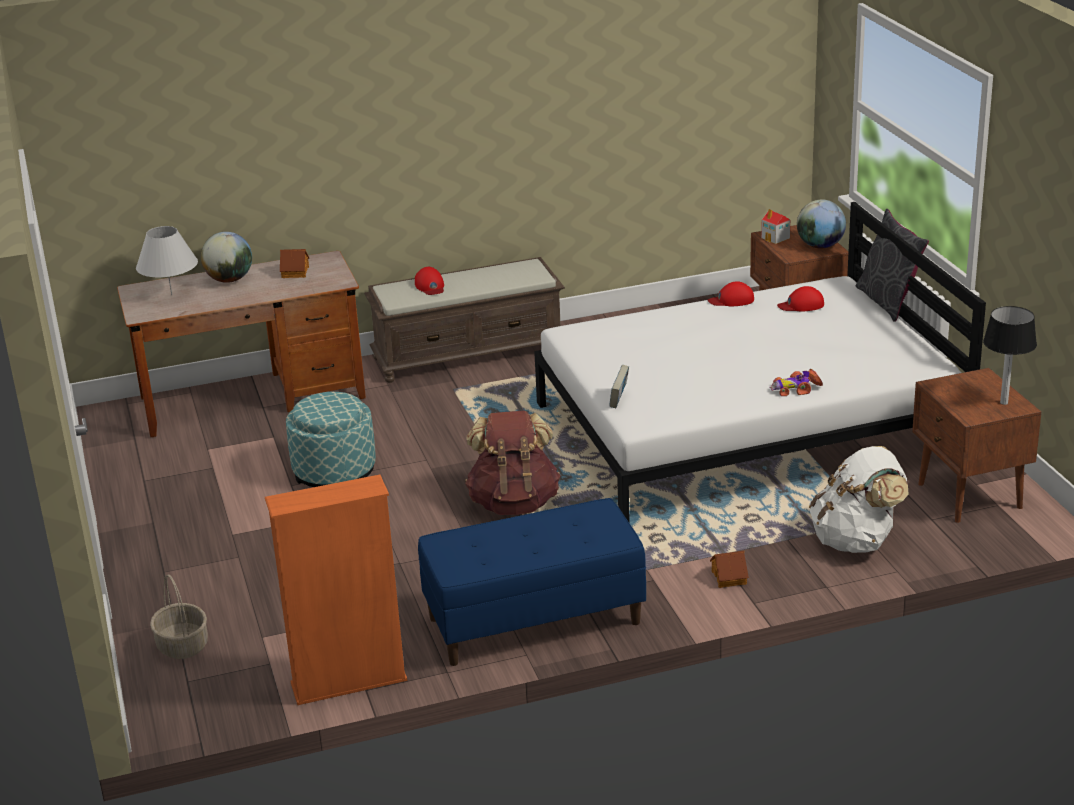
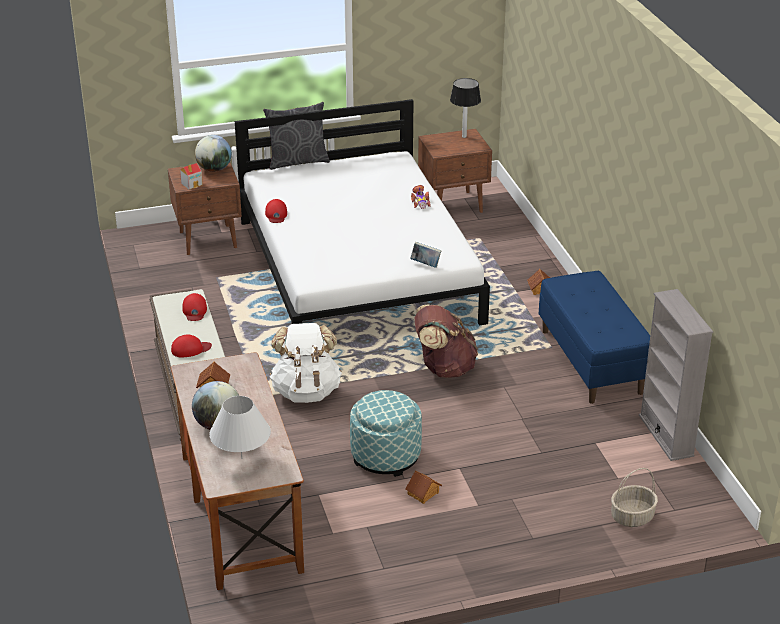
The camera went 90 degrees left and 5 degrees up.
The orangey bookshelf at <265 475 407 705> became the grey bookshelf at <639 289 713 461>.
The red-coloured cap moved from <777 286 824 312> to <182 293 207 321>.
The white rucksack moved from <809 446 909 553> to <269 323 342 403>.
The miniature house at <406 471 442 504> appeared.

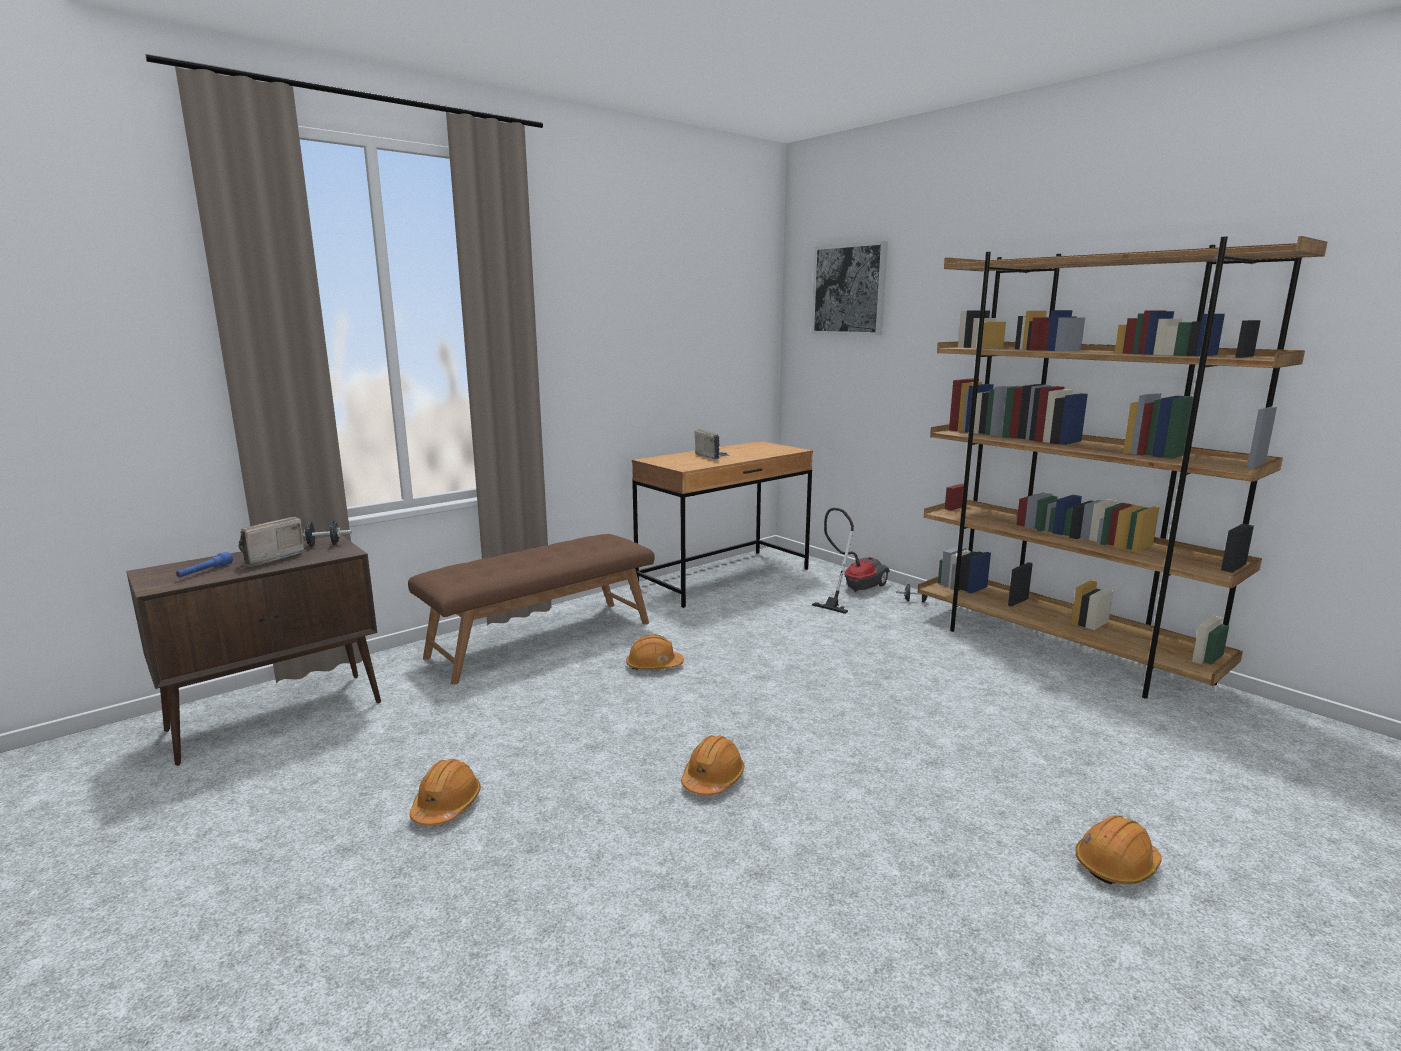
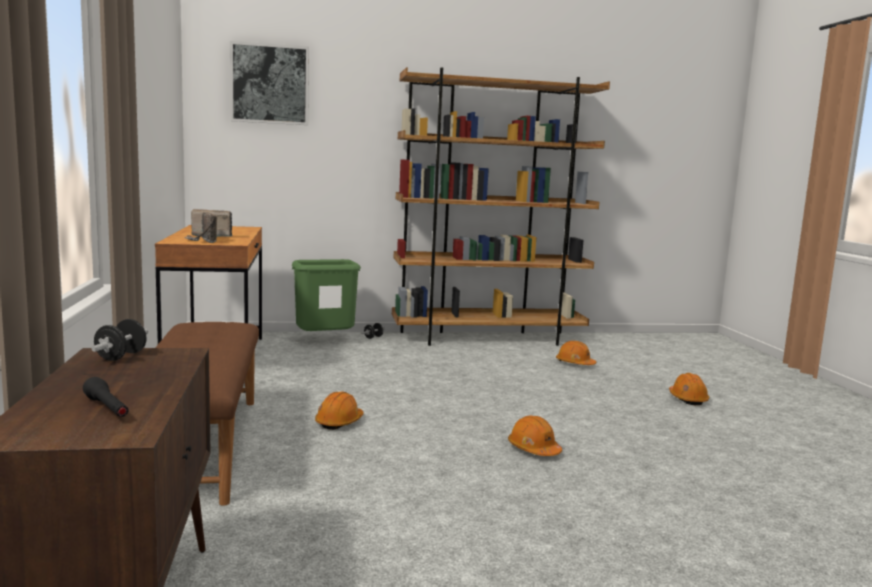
The camera went 60 degrees left and 5 degrees down.
The blue-coloured hand torch at <176 552 233 578> became the black-coloured hand torch at <83 377 129 417>.
The radio moved from <239 516 306 567> to <185 212 217 243>.
The orangey work helmet moved from <410 759 481 826> to <556 341 596 365>.
The hoover at <812 508 890 614> was replaced by the green-coloured rubbish bin at <292 259 361 331>.

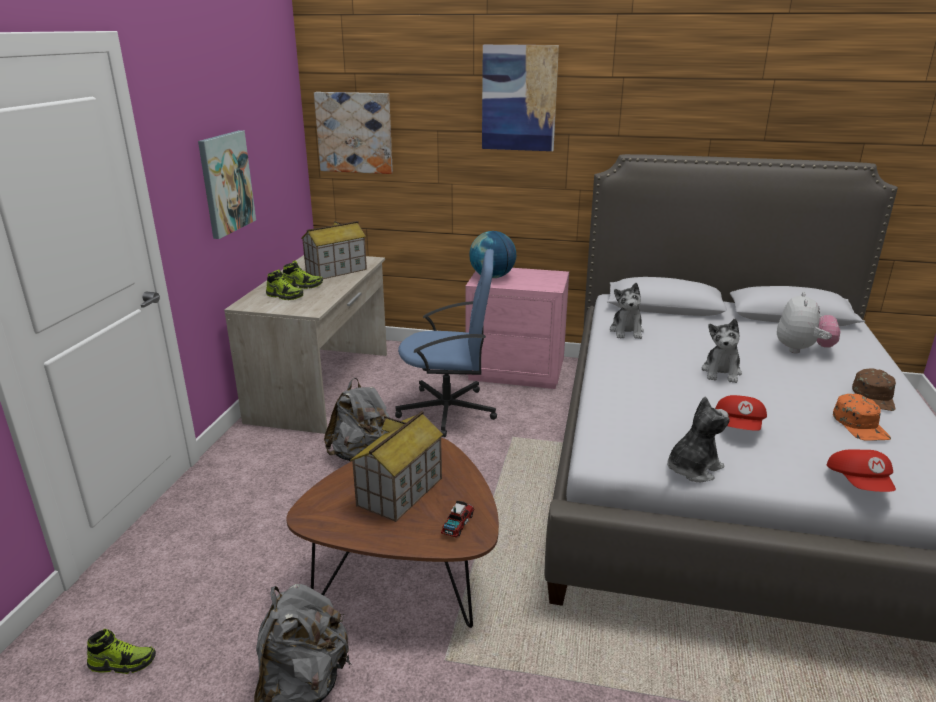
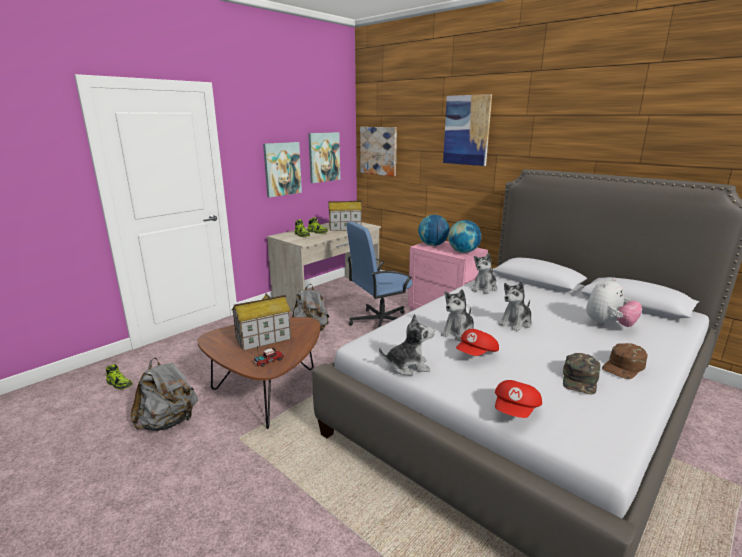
The camera went 30 degrees right and 5 degrees down.
The blue-coloured office chair at <395 249 497 437> turned 120 degrees clockwise.
The orangey cap at <833 394 891 441> became the green-coloured cap at <563 353 600 395>.
The wall picture at <308 132 340 183> appeared.
The plush toy at <441 289 474 342> appeared.
The globe at <448 220 482 253> appeared.

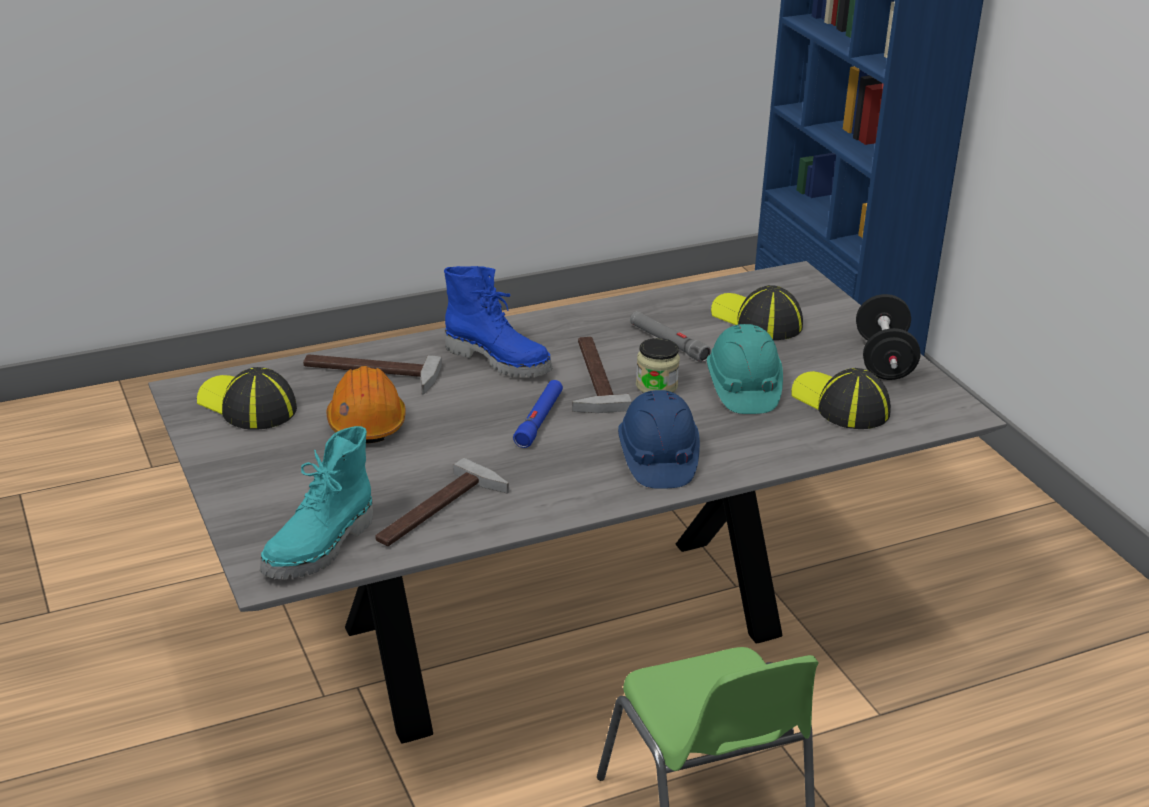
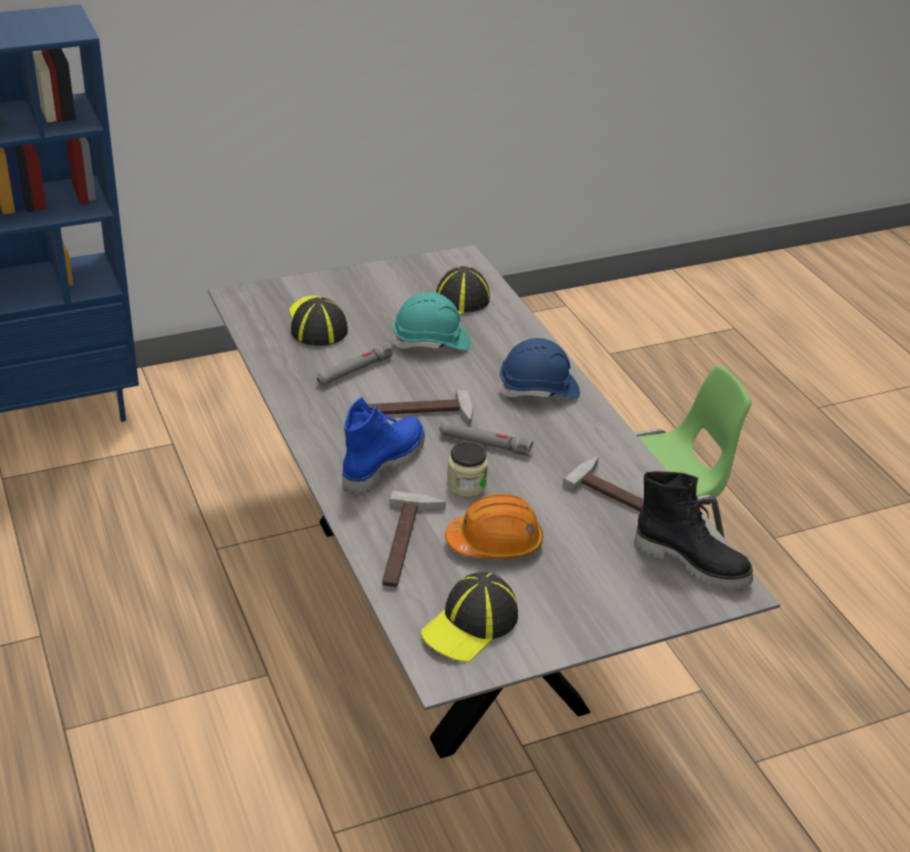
The camera went 90 degrees left and 5 degrees up.
The blue-green tall boot at <260 426 373 579> became the black-coloured tall boot at <634 471 753 589>.
The blue-coloured hand torch at <513 380 563 448> became the grey hand torch at <439 421 533 456>.
The storage jar moved from <636 338 680 393> to <447 442 488 497>.
The cap at <711 285 803 340> turned 120 degrees clockwise.
The black-coloured hand weight at <856 294 921 380> disappeared.

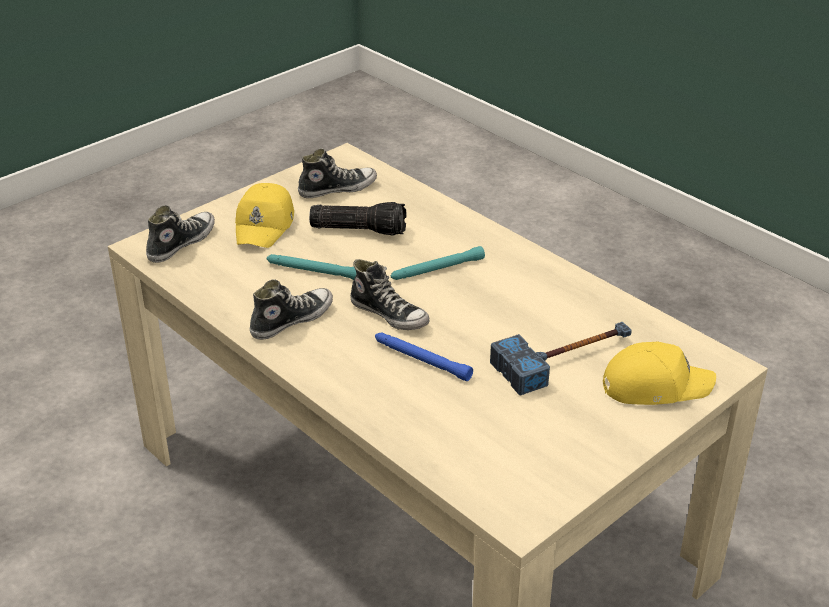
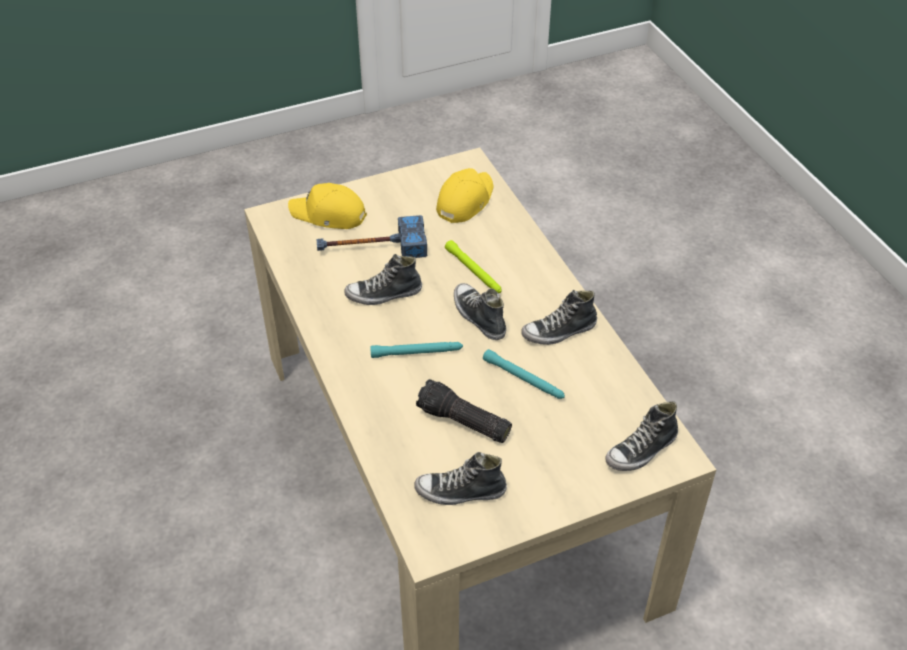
The camera went 160 degrees left and 10 degrees up.
The yellow-coloured cap moved from <235 183 294 248> to <436 168 493 223>.
The blue-coloured hand torch at <375 333 473 381> became the green-coloured hand torch at <445 240 502 293>.
The shoe at <344 254 422 305> appeared.

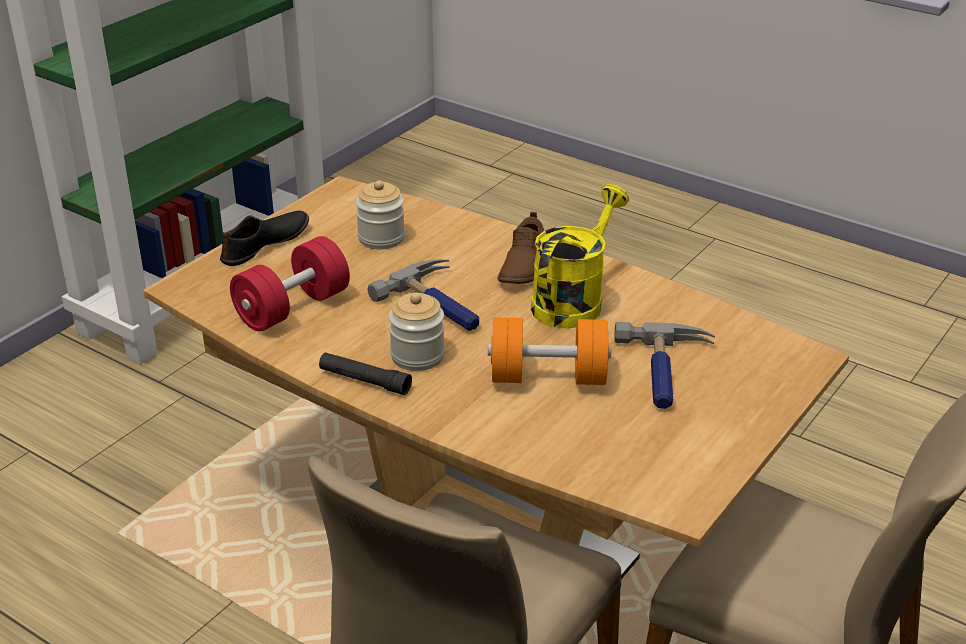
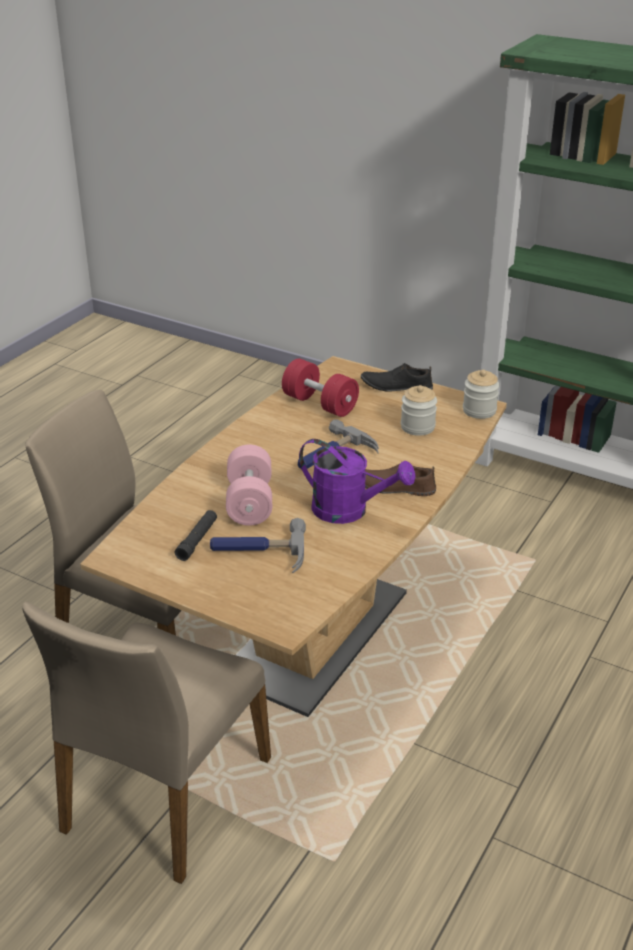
The camera went 85 degrees right and 0 degrees up.
The black-coloured shoe at <220 211 309 266> turned 150 degrees clockwise.
The black-coloured hand torch moved from <319 352 412 395> to <175 510 217 561>.
The storage jar moved from <389 293 445 371> to <463 370 500 419>.
The orangey hand weight at <488 317 611 385> became the pinkish hand weight at <226 444 272 526>.
The yellow-coloured watering pot at <531 184 629 329> became the purple-coloured watering pot at <299 439 416 524>.

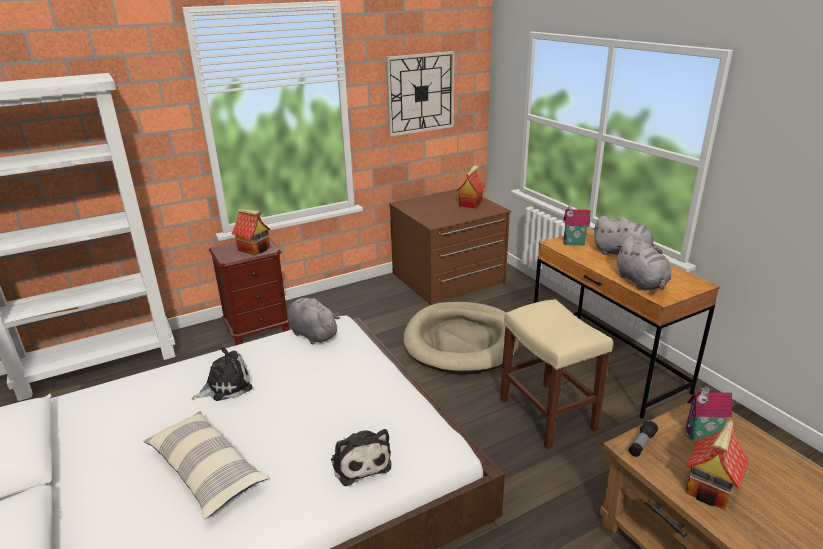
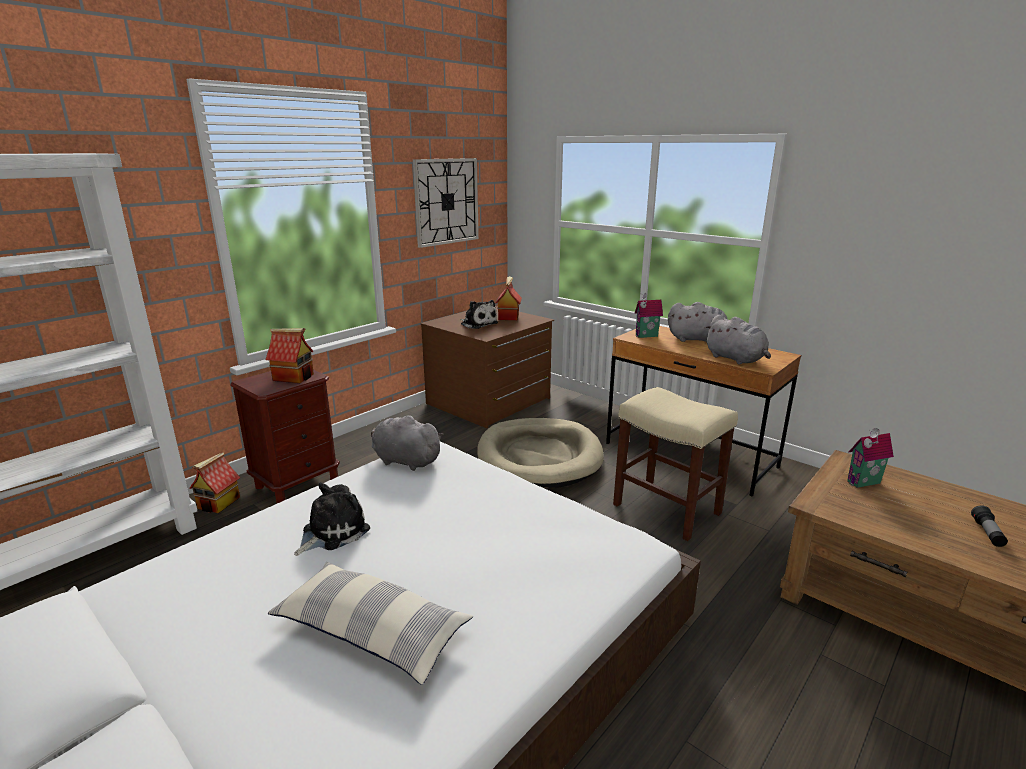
The camera went 20 degrees left and 5 degrees down.
The plush toy moved from <331 429 392 486> to <460 300 498 329>.
The hand torch moved from <629 420 658 457> to <971 506 1008 547>.
The miniature house moved from <685 420 749 510> to <189 452 240 513>.

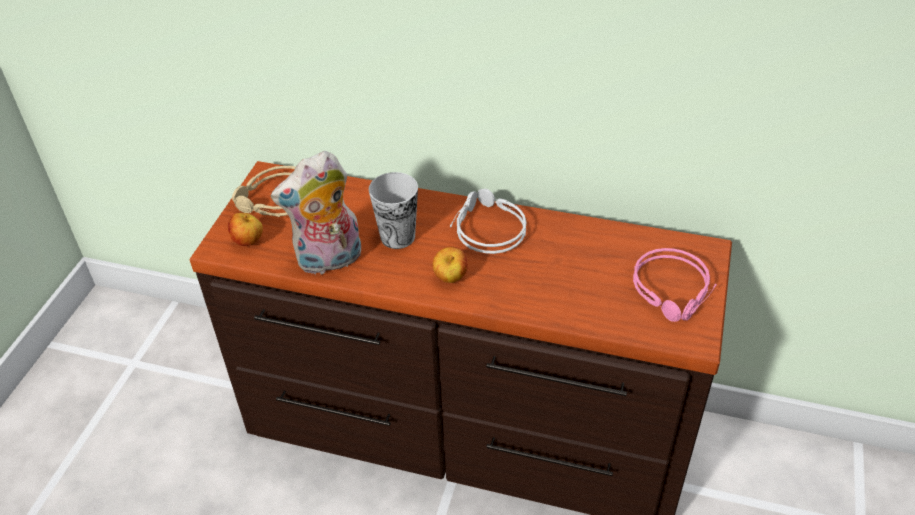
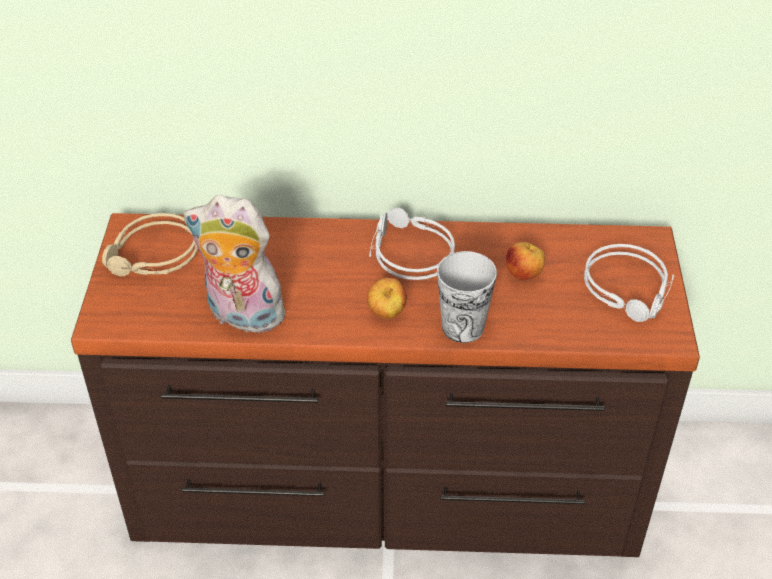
The camera went 15 degrees left and 0 degrees up.
The whole apple moved from <228 213 263 246> to <506 242 545 280>.
The plush toy at <271 151 361 276> turned 60 degrees clockwise.
The small cup moved from <369 172 418 249> to <437 251 497 343>.
The pinkish headphones at <633 248 717 322> became the grey headphones at <584 244 674 322>.

